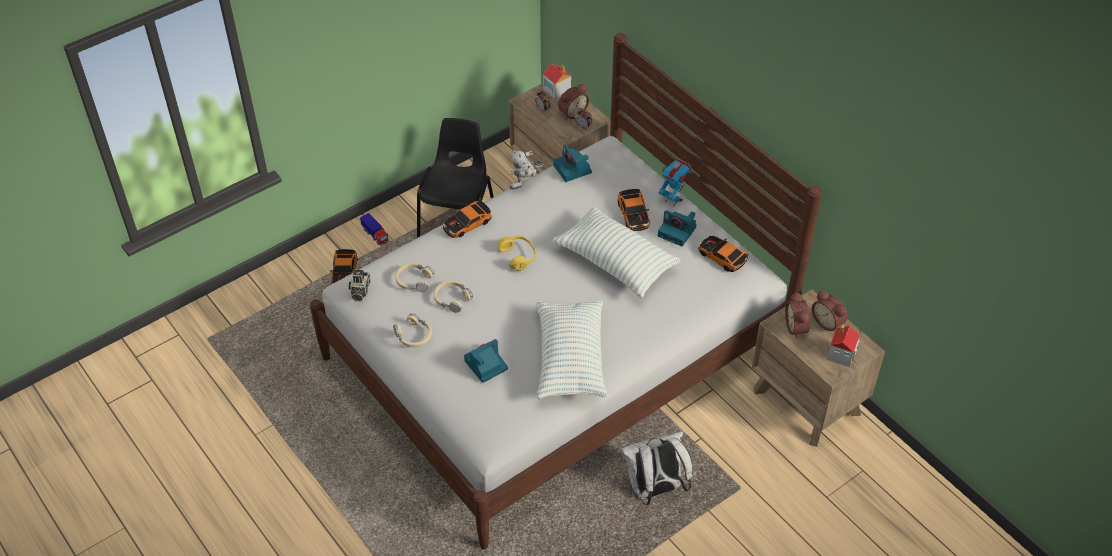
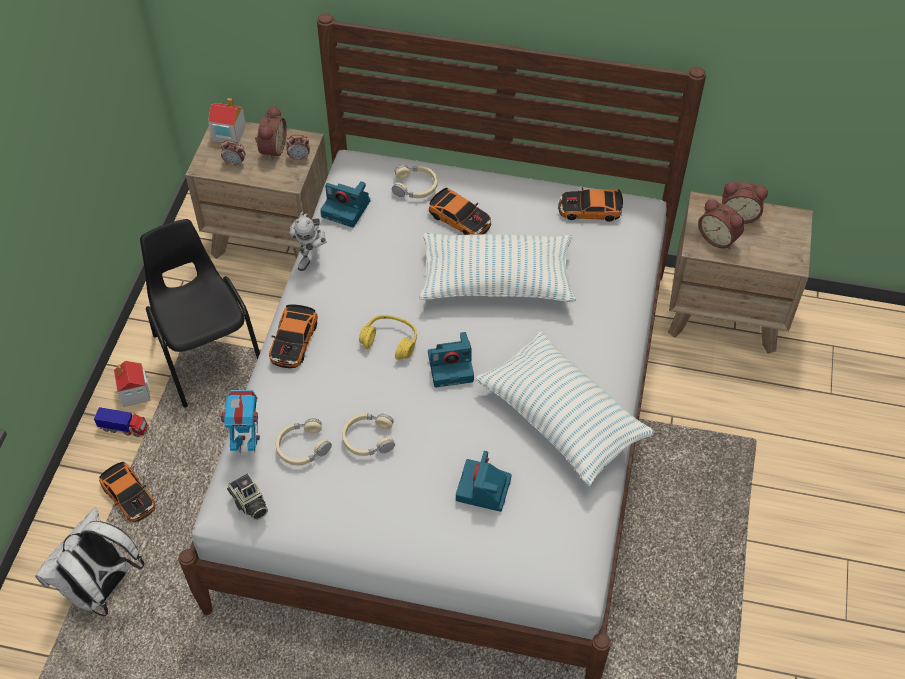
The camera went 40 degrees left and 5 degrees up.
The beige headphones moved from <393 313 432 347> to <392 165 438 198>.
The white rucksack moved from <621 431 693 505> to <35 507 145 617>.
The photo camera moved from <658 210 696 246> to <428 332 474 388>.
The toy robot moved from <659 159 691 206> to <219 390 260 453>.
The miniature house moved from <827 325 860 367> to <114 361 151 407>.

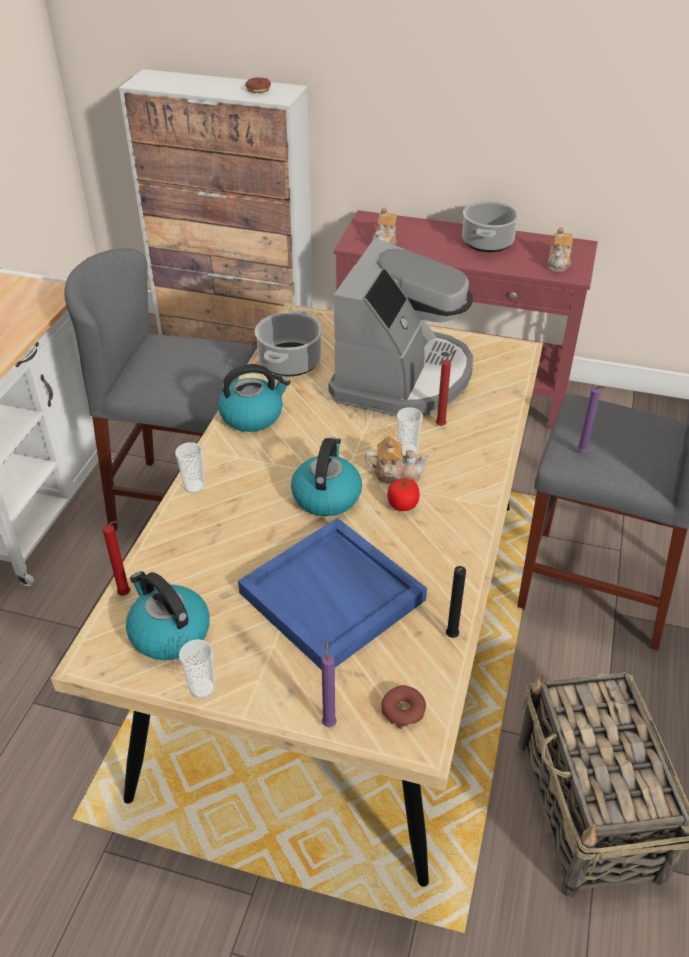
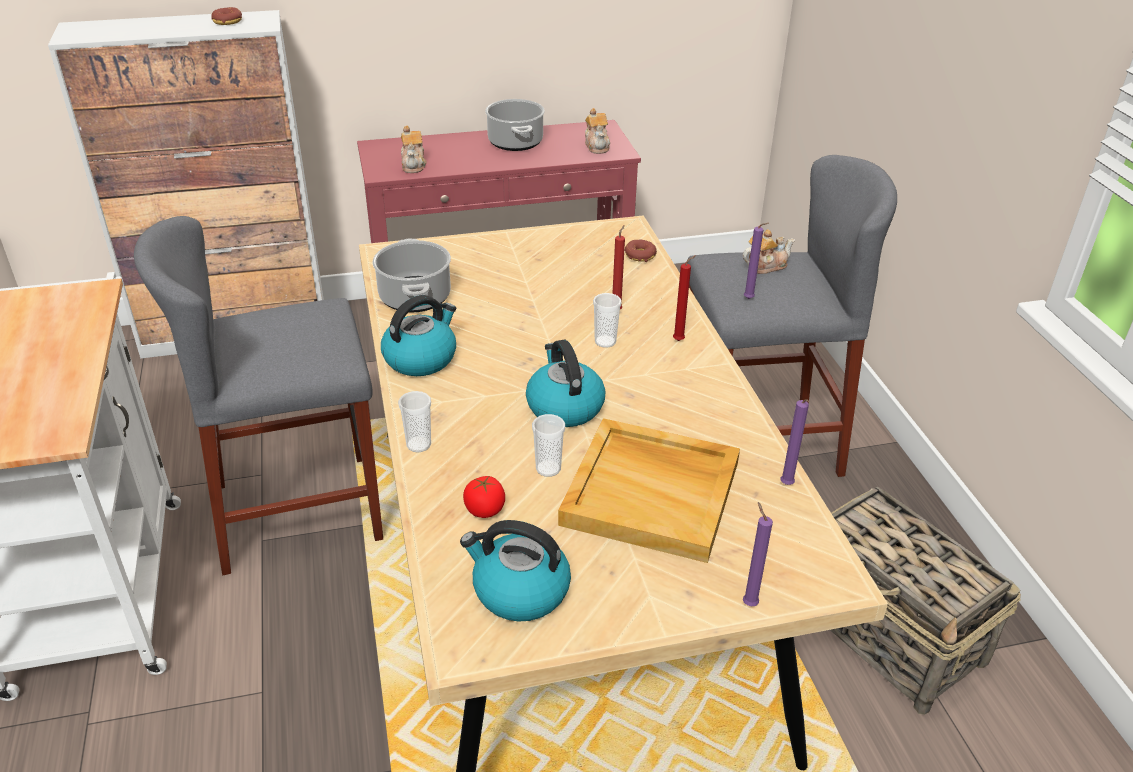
The camera went 30 degrees left and 5 degrees down.
The red-coloured wax light moved from <103 521 130 596> to <673 255 696 341>.
The small cup moved from <179 639 215 699> to <532 414 565 477>.
The blue-coloured serving tray at <238 518 427 670> became the beige serving tray at <558 418 740 563>.
The coffee maker at <328 238 473 416> disappeared.
The tea pot moved from <365 436 429 483> to <742 229 795 274>.
The ring doughnut moved from <381 685 426 729> to <625 240 657 262>.
The whole tomato moved from <387 479 420 511> to <463 476 505 518>.
The black-coloured wax light at <446 566 466 638> became the purple-coloured wax light at <780 399 809 485>.

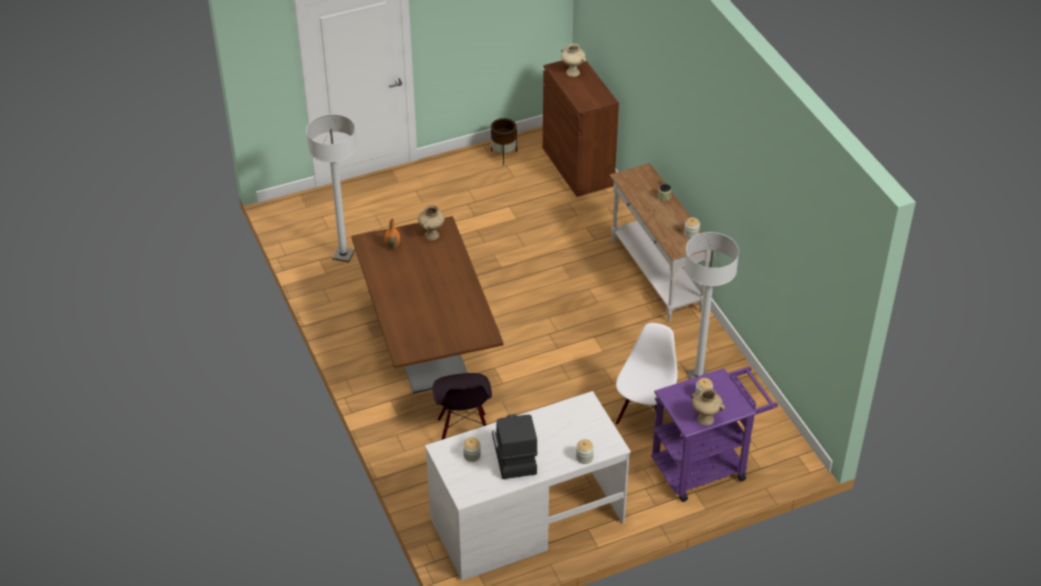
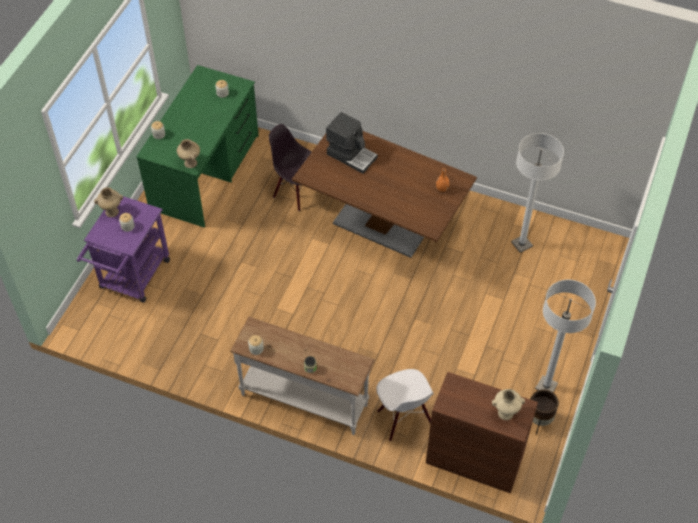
The camera went 135 degrees right and 10 degrees up.
The beige flower vase moved from <418 205 445 240> to <177 139 200 168>.
The white desk at <425 391 631 580> became the green-coloured desk at <136 65 259 228>.
The coffee maker moved from <492 414 538 479> to <326 112 378 174>.
The white chair moved from <616 323 677 425> to <376 369 434 441>.
The white standing lamp moved from <684 232 739 379> to <535 280 596 392>.

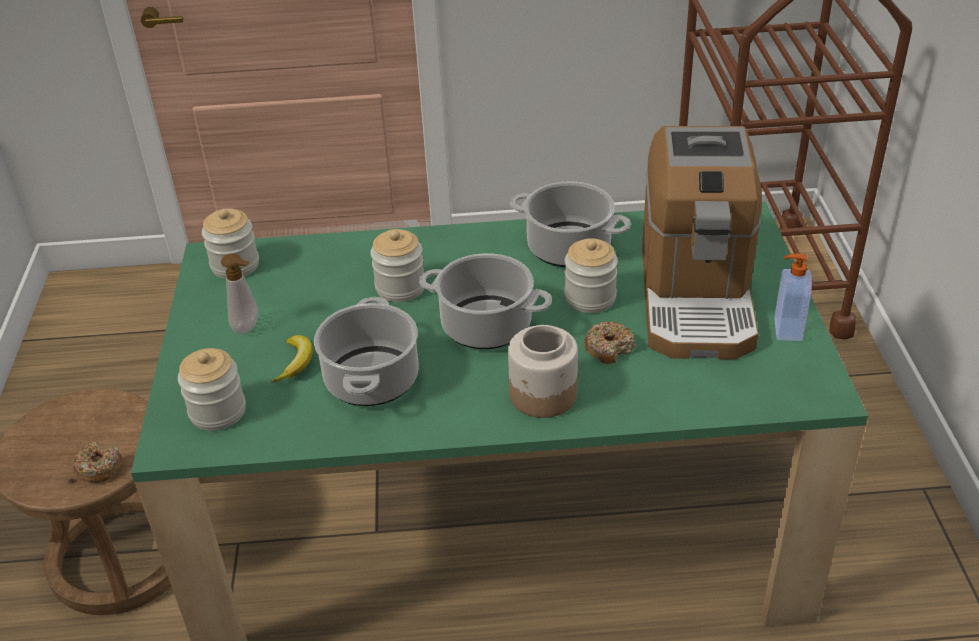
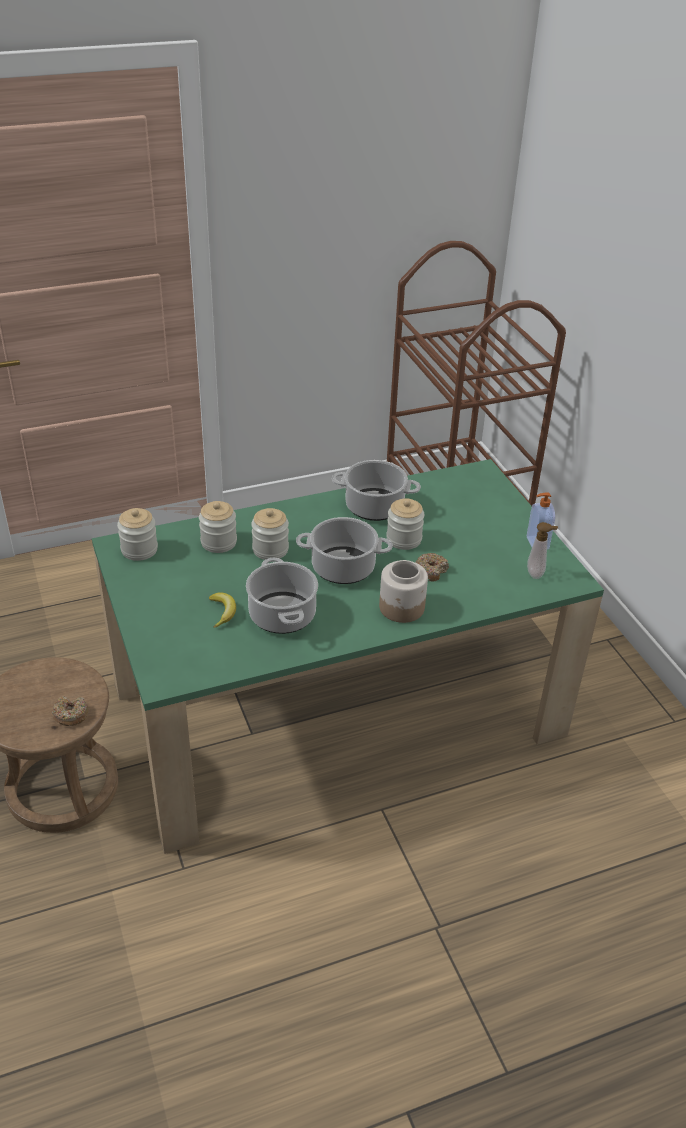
The camera went 20 degrees left and 0 degrees up.
The storage jar moved from <178 348 246 431> to <199 501 237 553>.
The soap bottle moved from <221 253 259 334> to <527 522 558 579>.
The coffee maker at <642 126 762 360> disappeared.

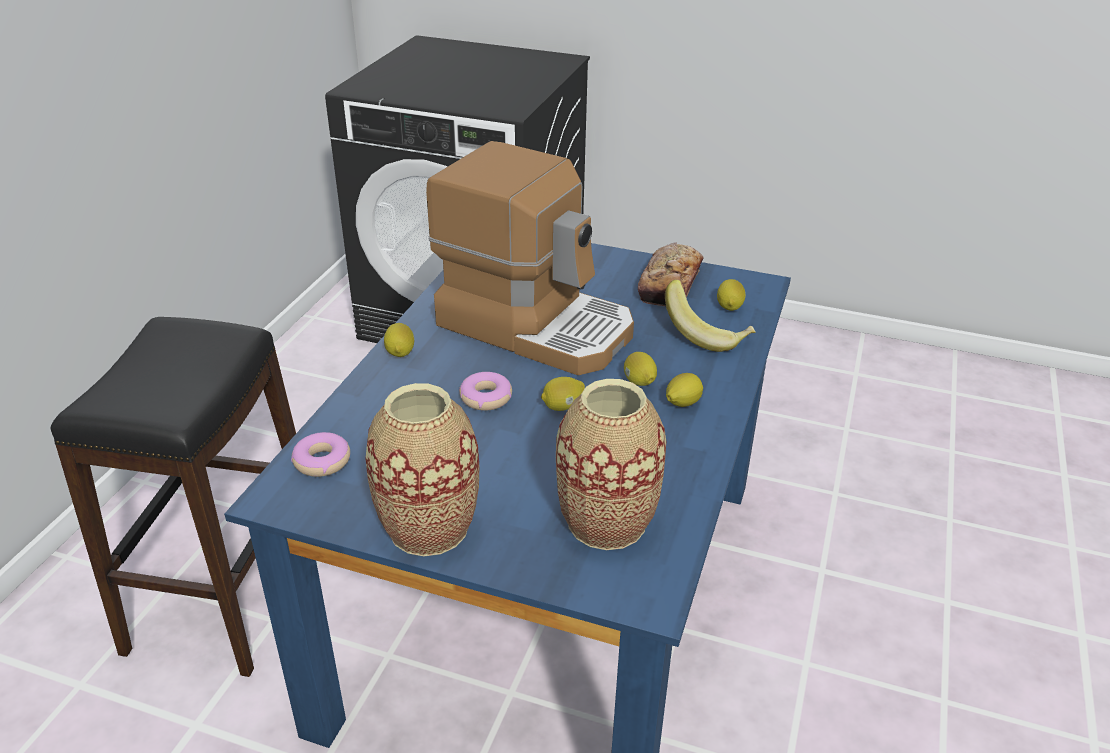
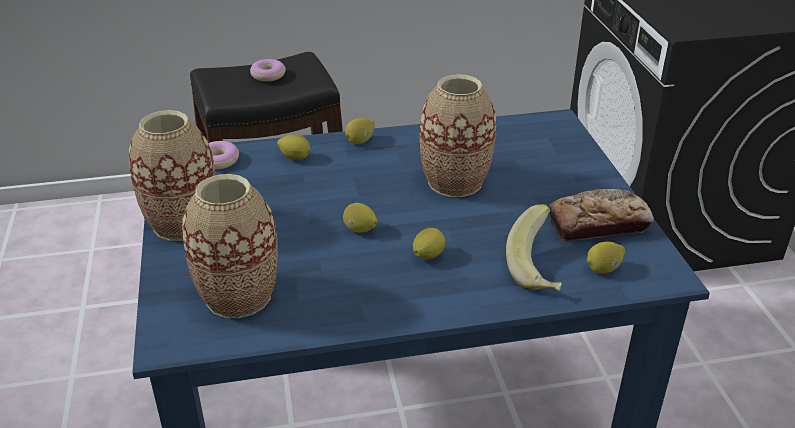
The camera went 60 degrees right and 0 degrees up.
The coffee maker at <426 141 634 375> was replaced by the flower vase at <420 74 496 197>.
The ring doughnut moved from <459 372 512 410> to <250 59 286 82>.
The citrus fruit moved from <666 373 703 407> to <277 134 310 160>.

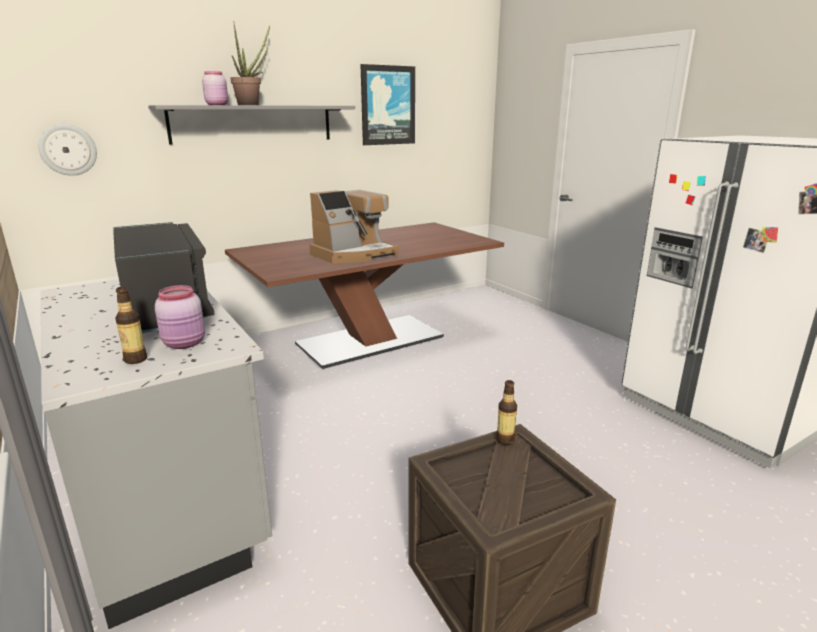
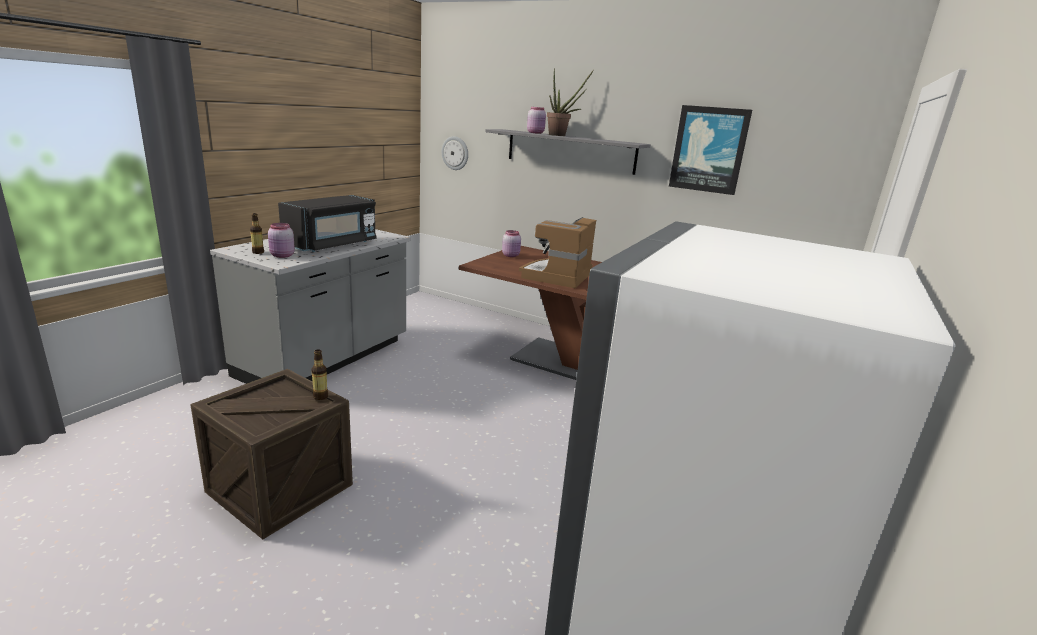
The camera went 60 degrees right and 0 degrees up.
The coffee maker at <309 190 400 264> turned 90 degrees clockwise.
The pinkish storage jar at <502 230 521 257> appeared.

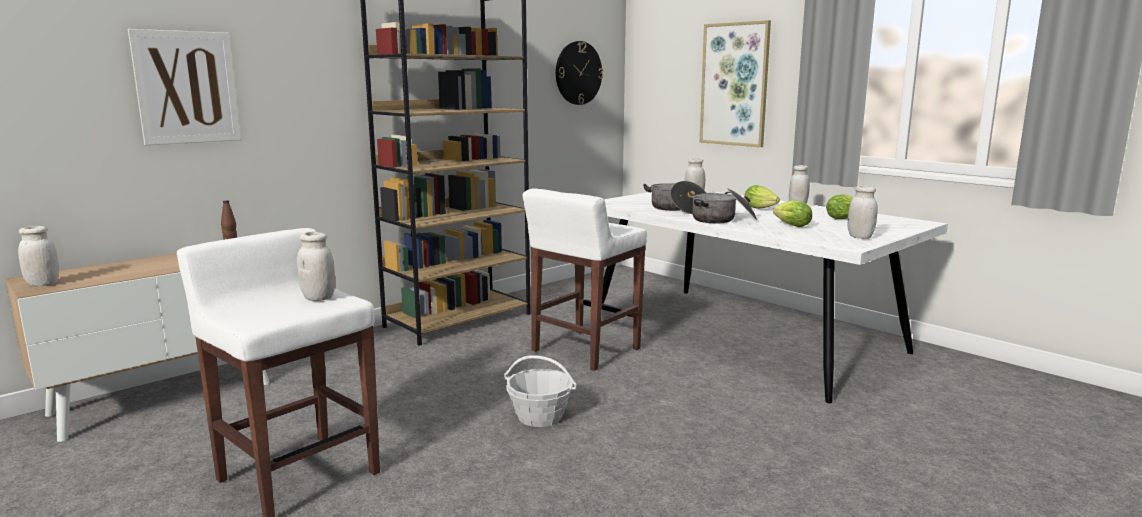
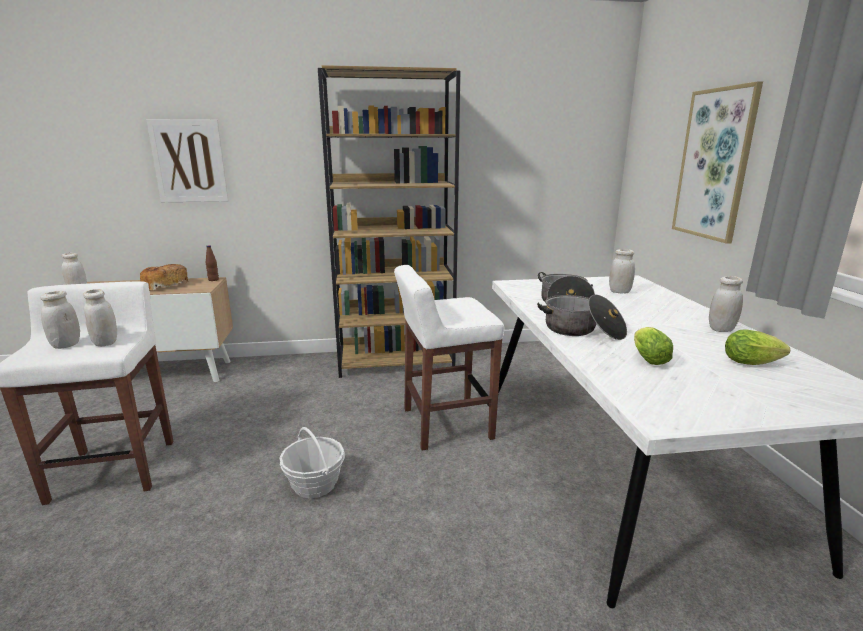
The camera went 35 degrees right and 5 degrees up.
The hanging clock at <556 41 603 105> disappeared.
The lettuce head at <744 185 780 209> disappeared.
The white storage jar moved from <847 186 878 239> to <40 291 80 349>.
The bread at <140 264 188 290> appeared.

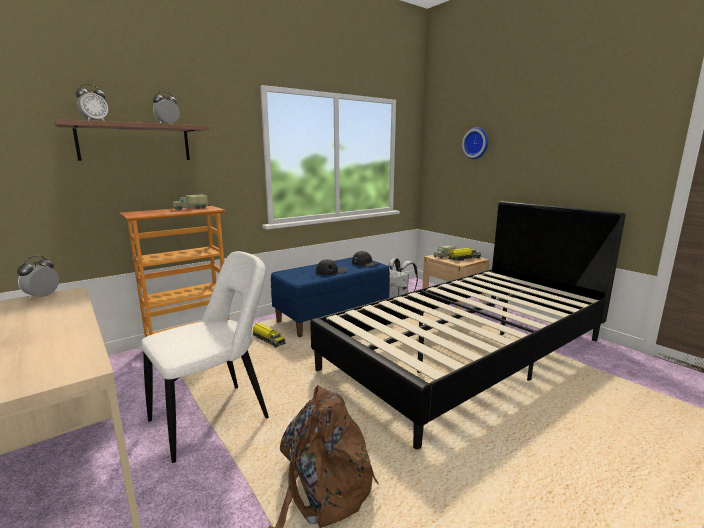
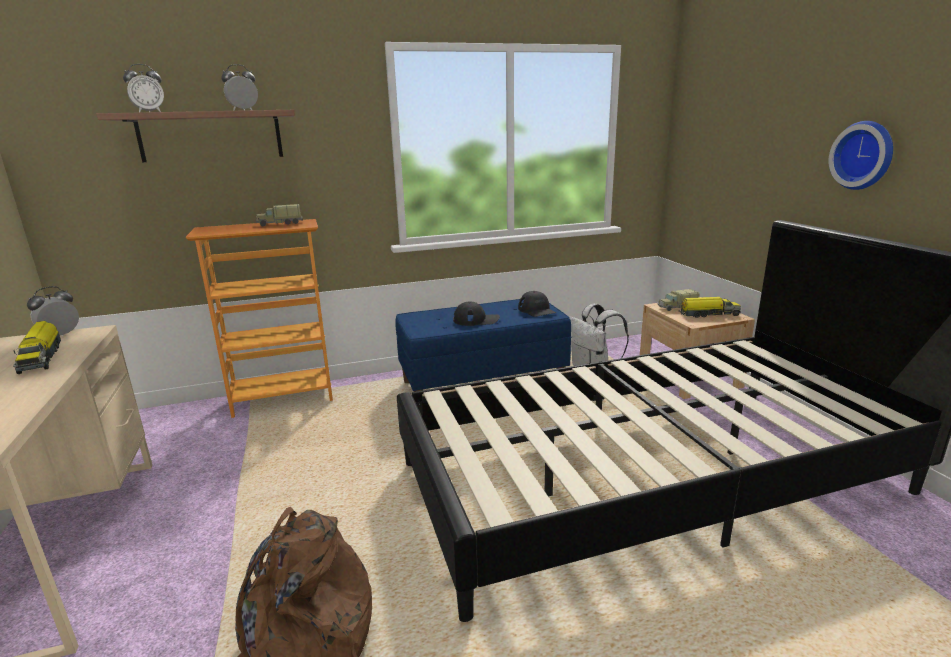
The camera went 20 degrees right and 5 degrees up.
The white chair at <141 251 269 463> disappeared.
The toy truck moved from <252 323 286 348> to <13 321 61 374>.
The hanging clock moved from <462 127 488 159> to <829 121 893 190>.

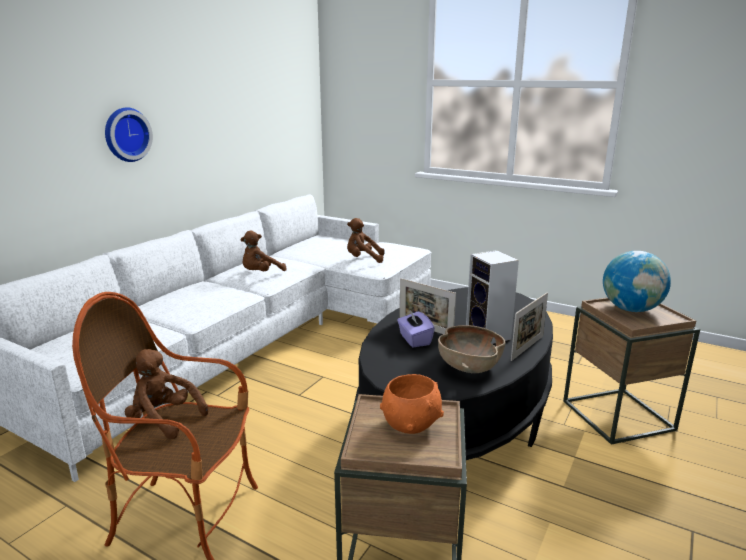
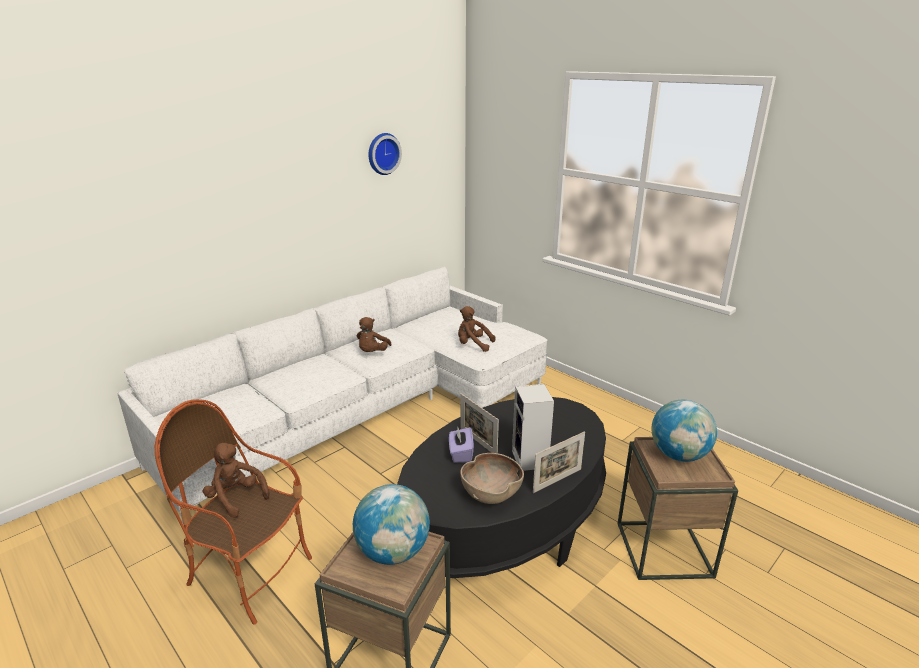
The camera went 15 degrees right and 5 degrees up.
The hanging clock moved from <105 107 153 162> to <368 133 402 175>.
The brown plush toy at <241 231 287 271> turned 45 degrees counterclockwise.
The orangey bowl at <380 374 444 434> was replaced by the globe at <353 484 430 565>.

